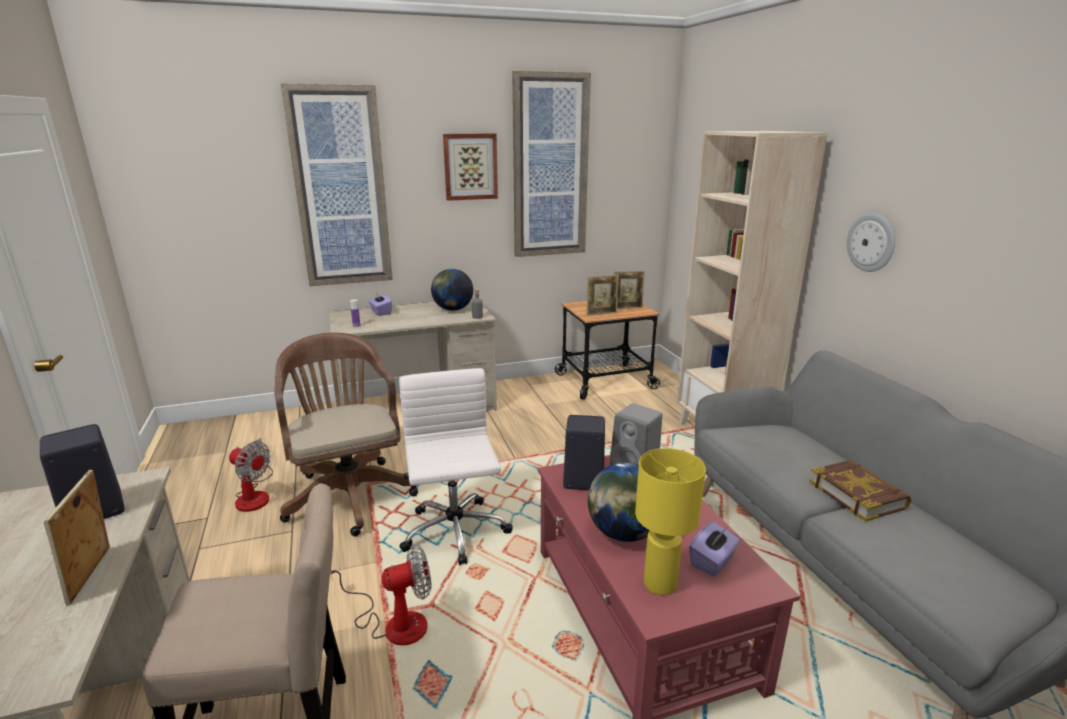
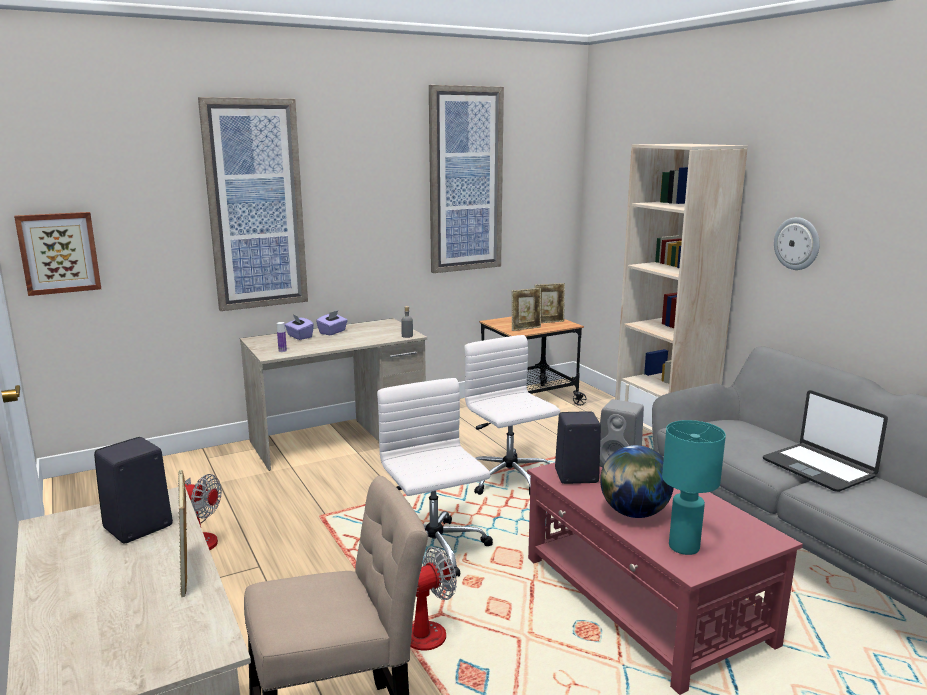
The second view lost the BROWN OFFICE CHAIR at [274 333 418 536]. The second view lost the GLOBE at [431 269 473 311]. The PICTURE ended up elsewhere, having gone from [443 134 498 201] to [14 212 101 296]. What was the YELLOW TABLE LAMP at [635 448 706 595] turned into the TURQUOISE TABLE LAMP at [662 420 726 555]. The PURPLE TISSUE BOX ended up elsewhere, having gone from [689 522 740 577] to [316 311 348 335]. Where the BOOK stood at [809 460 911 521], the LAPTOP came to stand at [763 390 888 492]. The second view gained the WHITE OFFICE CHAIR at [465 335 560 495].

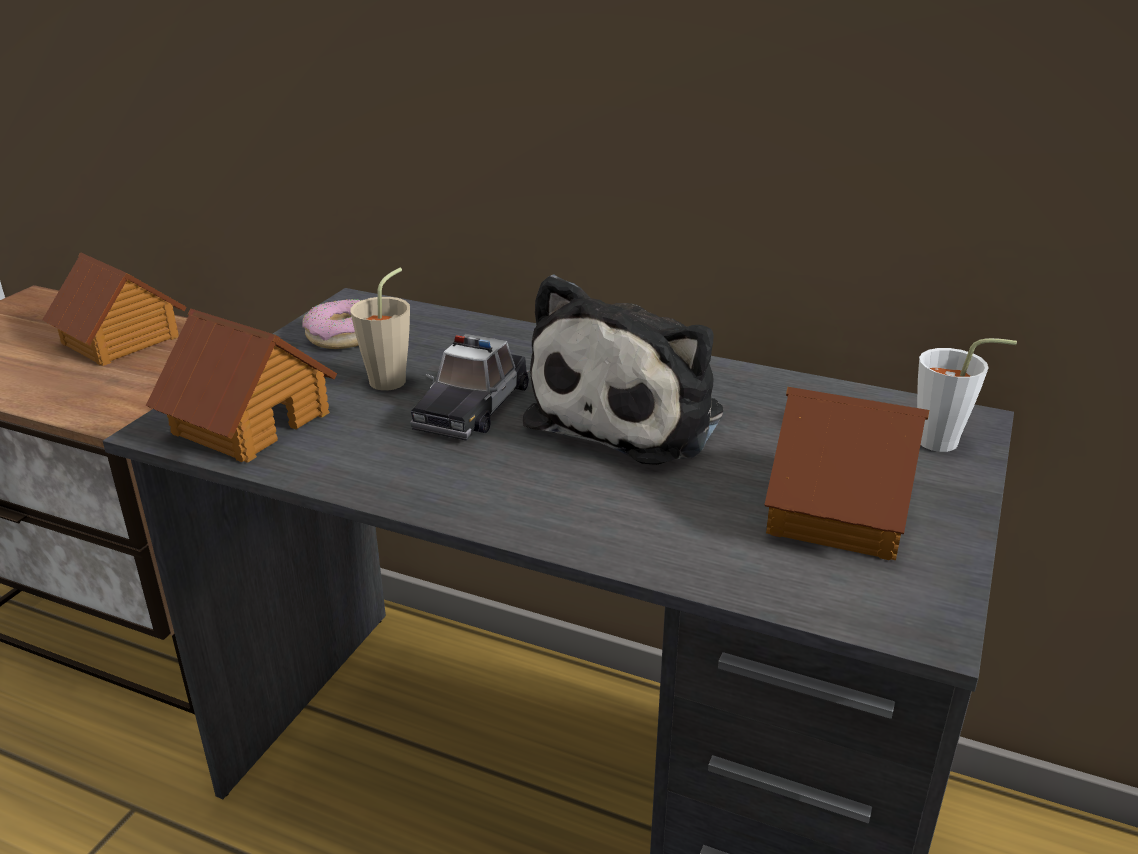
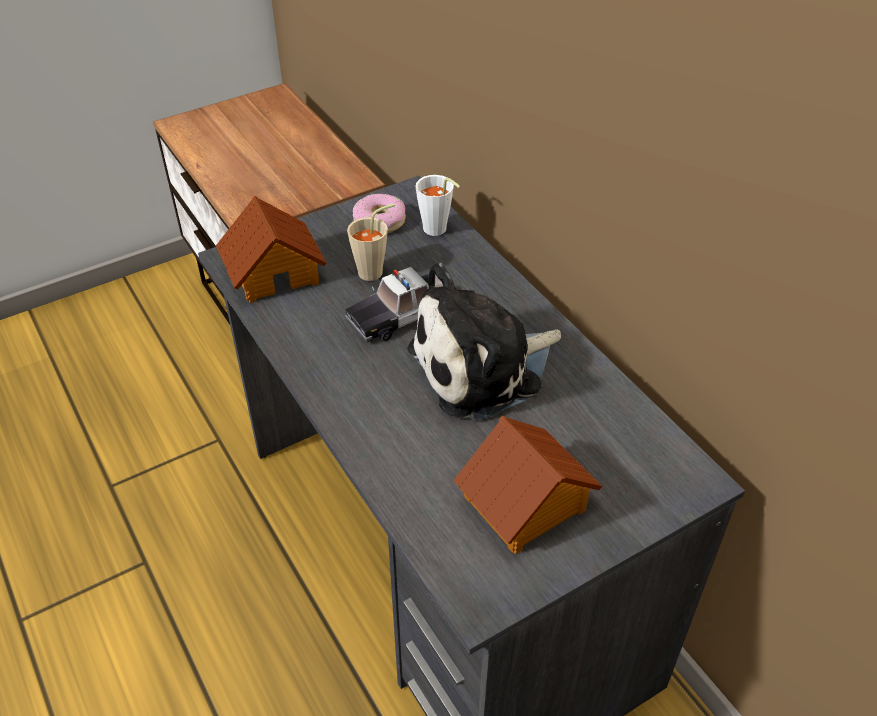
The second view lost the TOY HOUSE at [42 252 187 366]. The WHITE CUP ended up elsewhere, having gone from [917 338 1017 452] to [415 175 460 236].

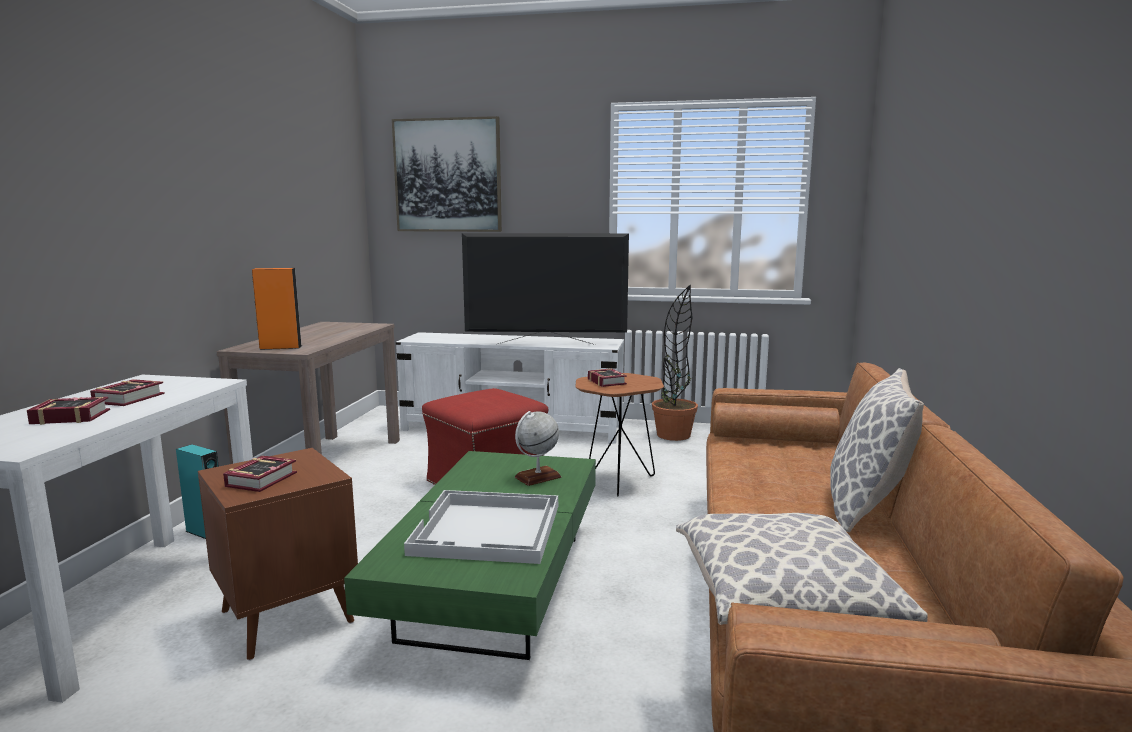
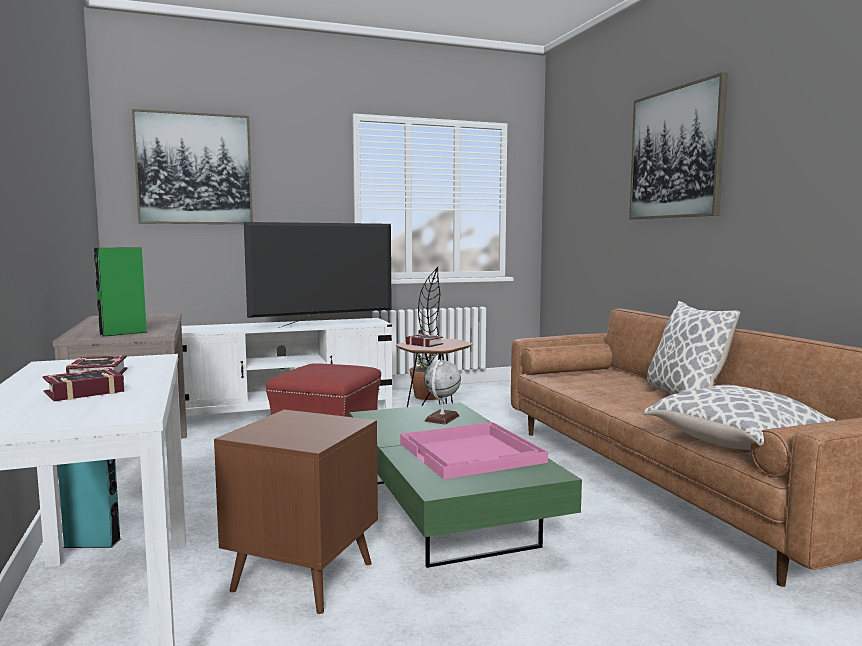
The second view lost the BOOK at [223 455 297 492]. What was the ORANGE SPEAKER at [252 268 302 350] turned into the GREEN SPEAKER at [94 247 148 337]. What was the WHITE TRAY at [404 490 558 564] turned into the PINK TRAY at [400 422 548 479]. The second view gained the PICTURE at [629 73 728 219].

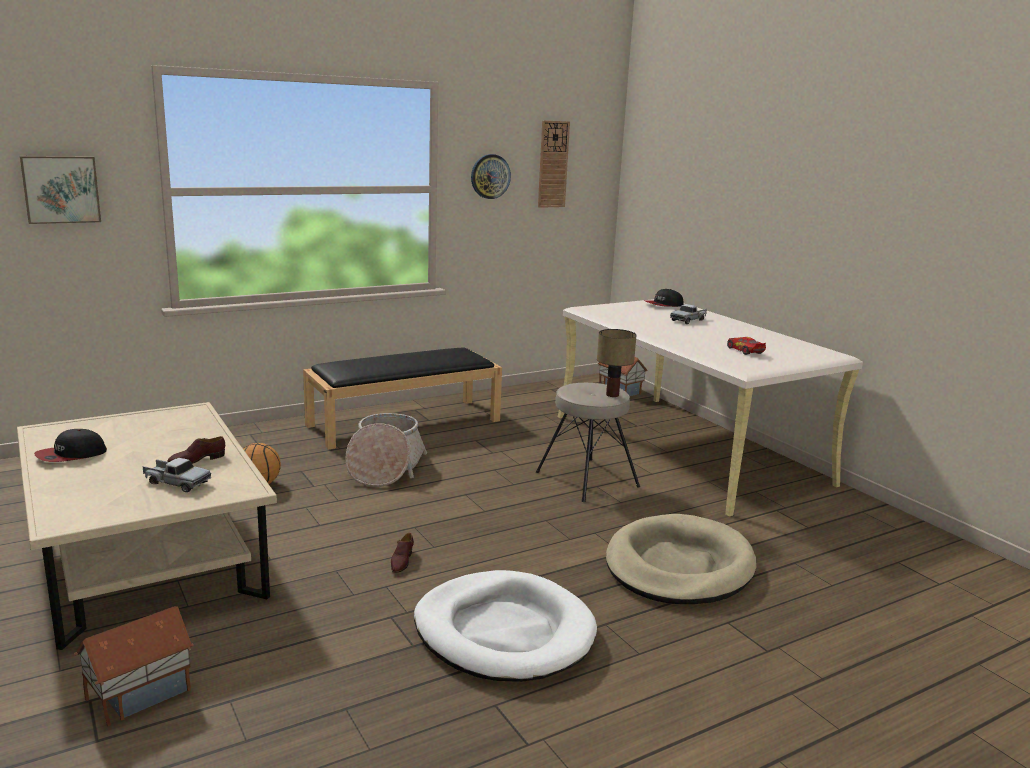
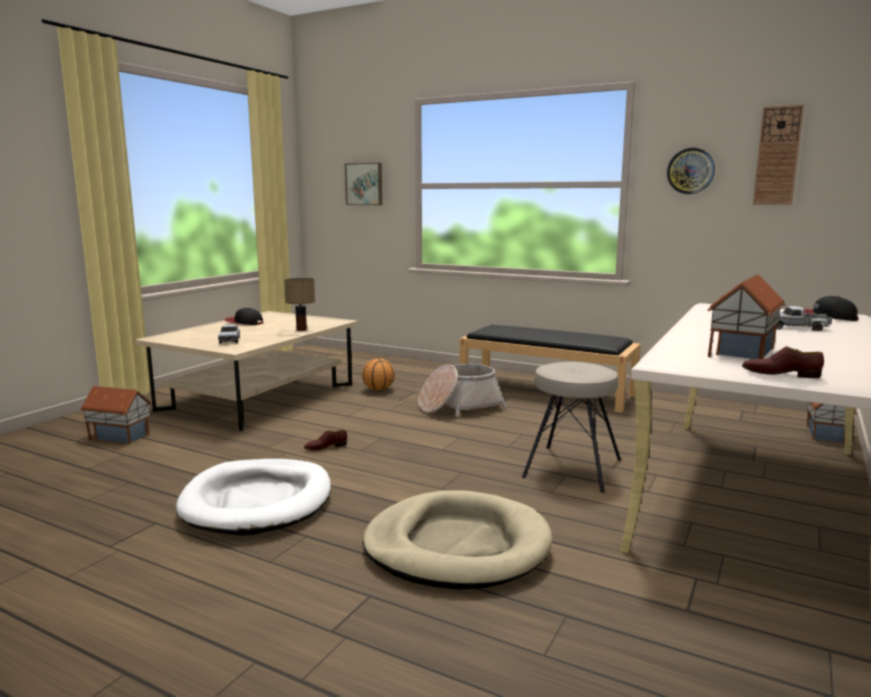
The BROWN SHOE ended up elsewhere, having gone from [167 436 225 464] to [742 346 824 378]. The TABLE LAMP ended up elsewhere, having gone from [597 329 637 397] to [284 278 315 331]. Where the TOY CAR stood at [727 337 766 355], the TOY HOUSE came to stand at [708 274 786 359].

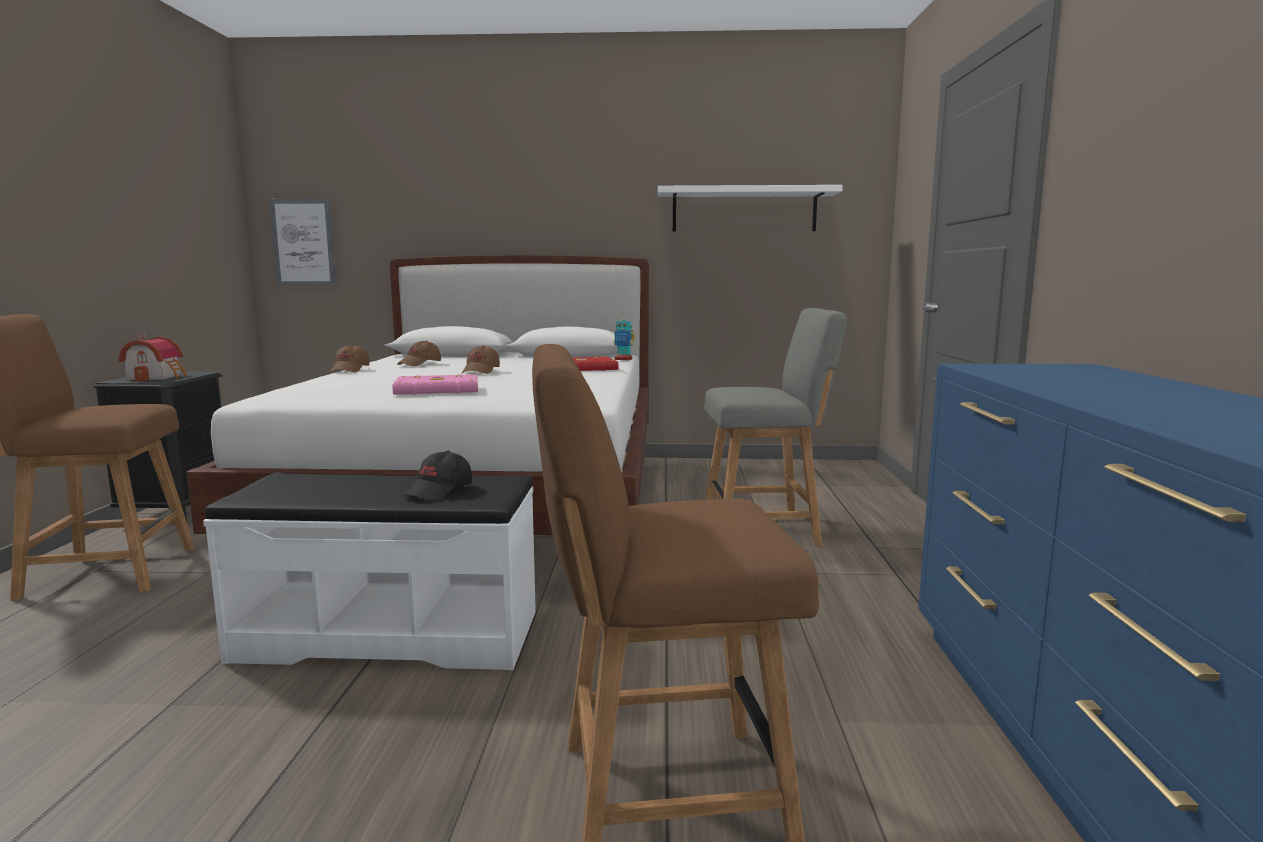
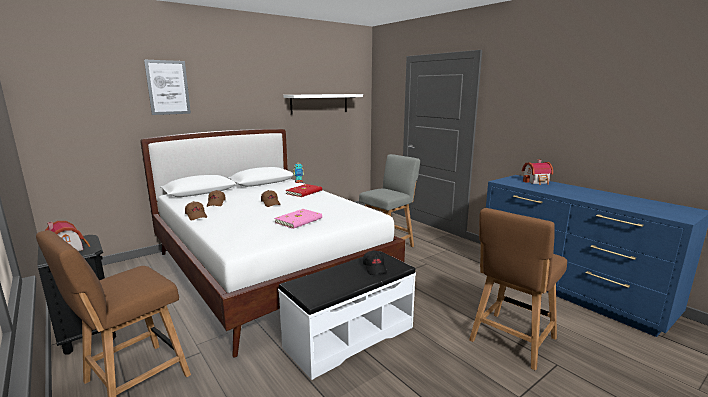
The PICTURE ended up elsewhere, having gone from [269 199 336 286] to [144 60 191 115]. The second view gained the TOY HOUSE at [522 159 553 185].

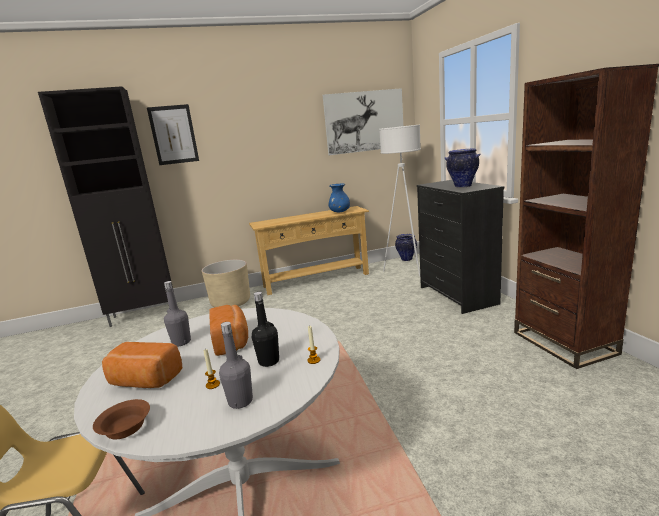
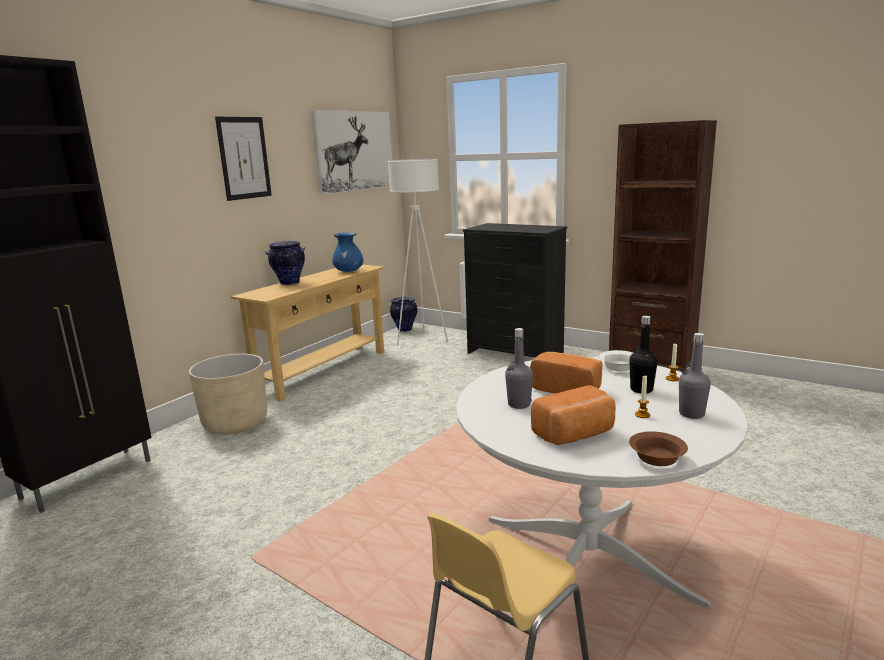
The PICTURE ended up elsewhere, having gone from [147 104 199 165] to [215 117 272 201]. The VASE ended up elsewhere, having gone from [445 148 481 188] to [265 241 305 285]. The second view gained the WHITE BOWL at [599 350 633 371].

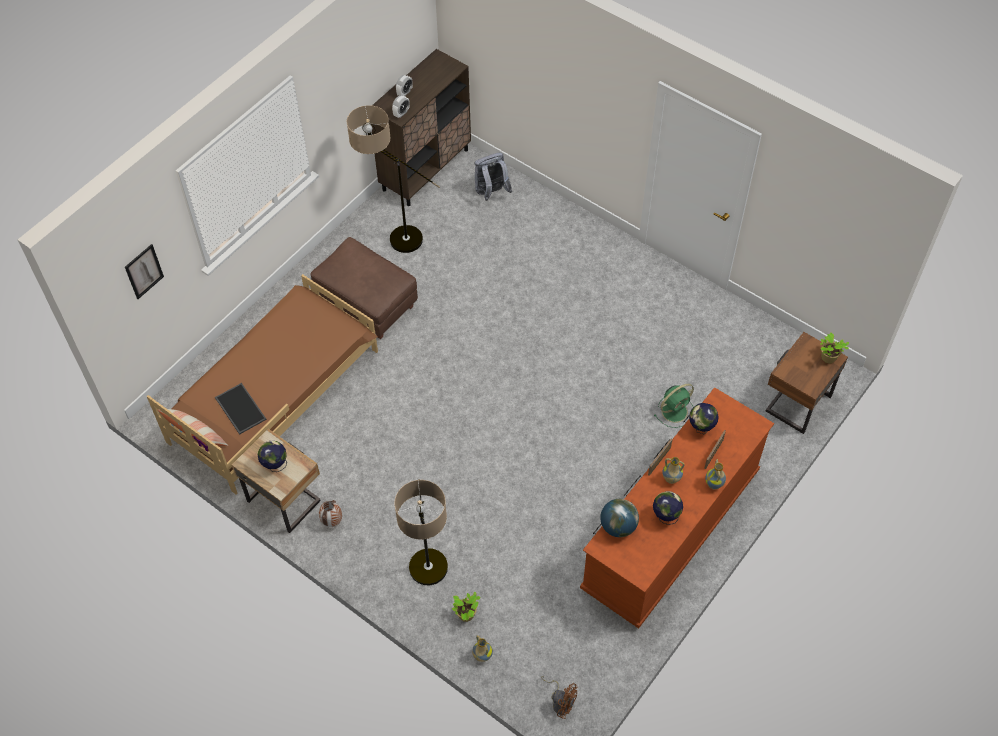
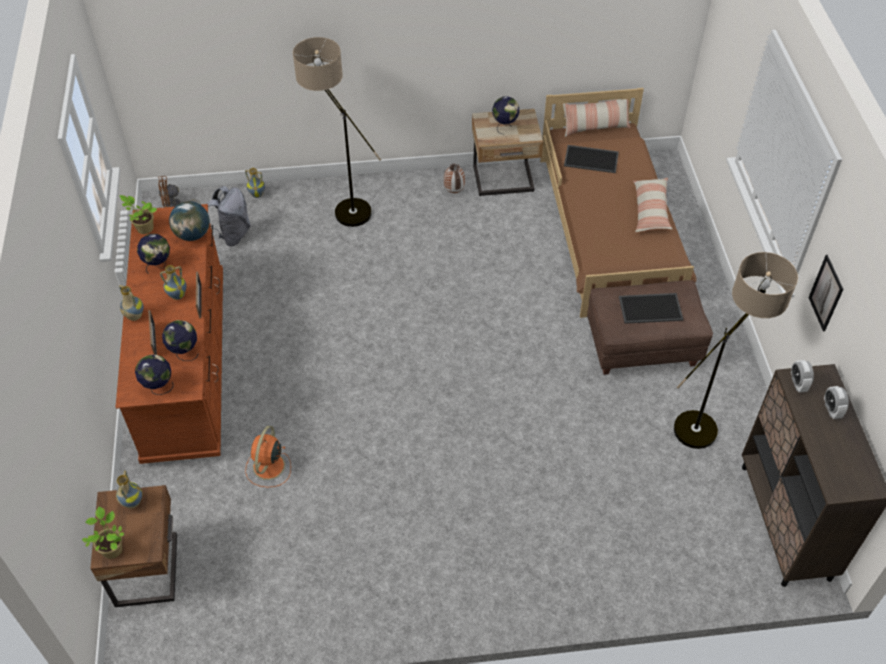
The PICTURE ended up elsewhere, having gone from [125 244 164 299] to [808 255 843 331]. The POTTED PLANT ended up elsewhere, having gone from [452 592 481 622] to [120 195 157 234]. The GREY BACKPACK ended up elsewhere, having gone from [474 153 512 201] to [206 186 251 246]. What was the GREEN FAN at [654 384 694 428] turned into the ORANGE FAN at [245 426 291 488]. The second view gained the VASE at [116 471 142 509]. The second view gained the GLOBE at [135 354 174 395]. The second view gained the TRAY at [619 293 683 324]. The second view gained the PILLOW at [633 178 672 232].

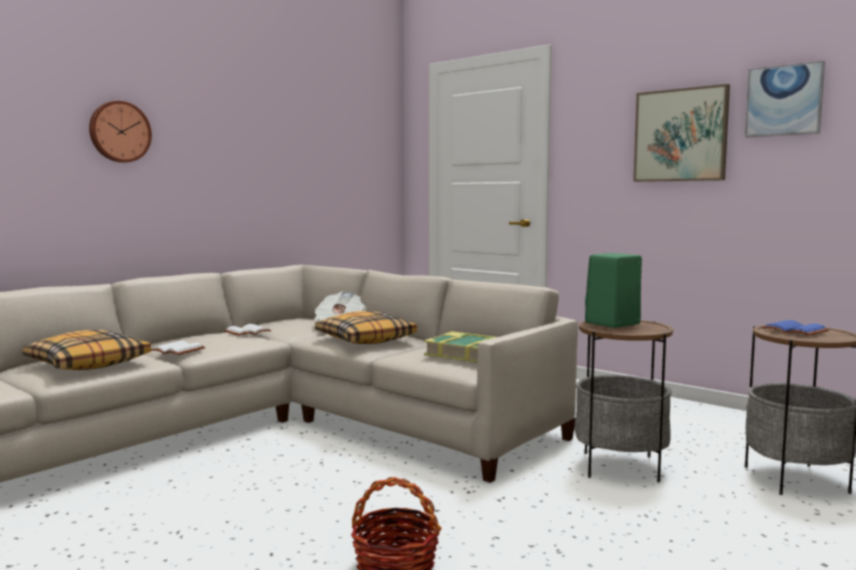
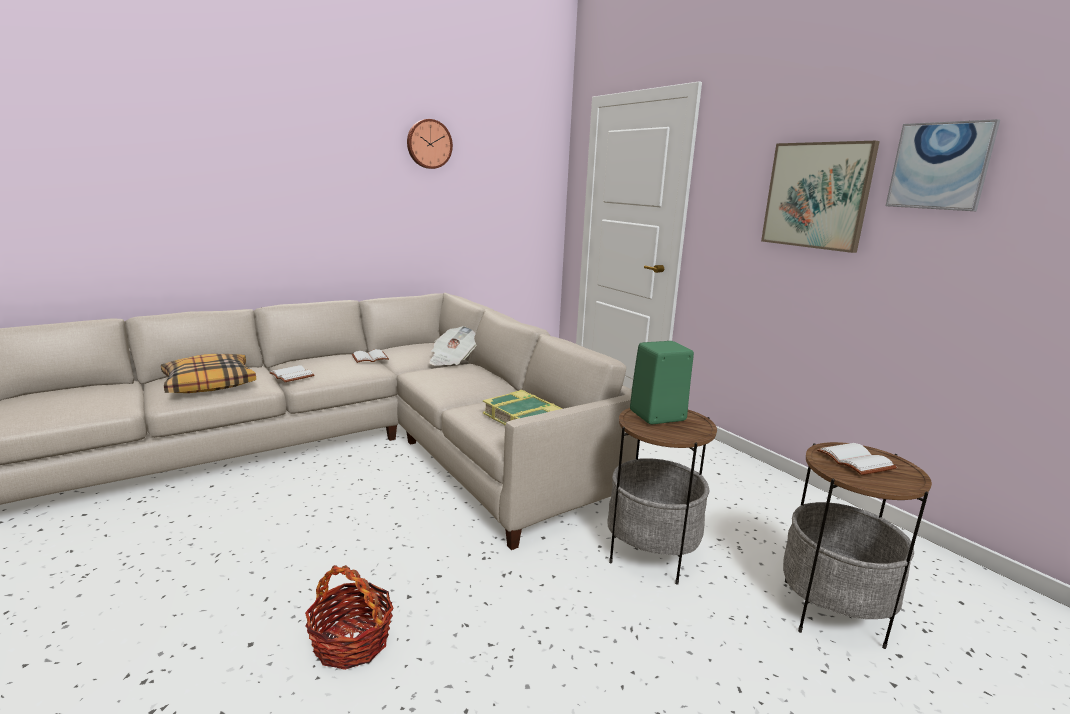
The WALL CLOCK ended up elsewhere, having gone from [89 101 152 163] to [407 119 453 169]. The second view lost the PILLOW at [315 311 417 344]. What was the BLUE BOOK at [762 320 829 336] turned into the WHITE BOOK at [817 443 897 475].

